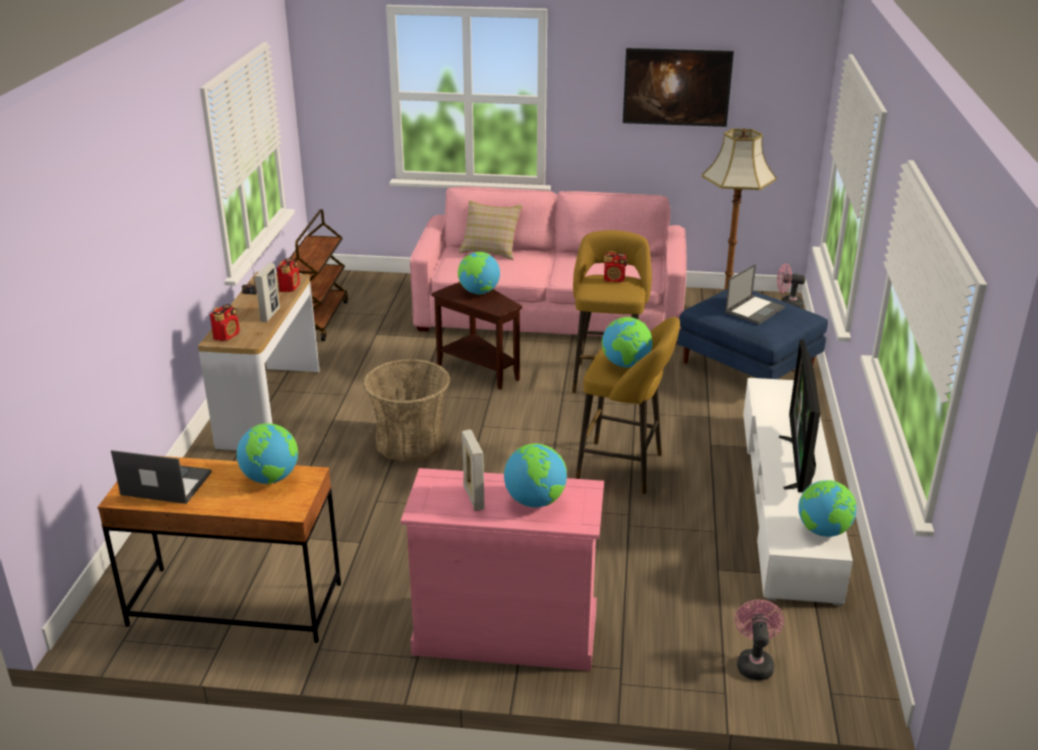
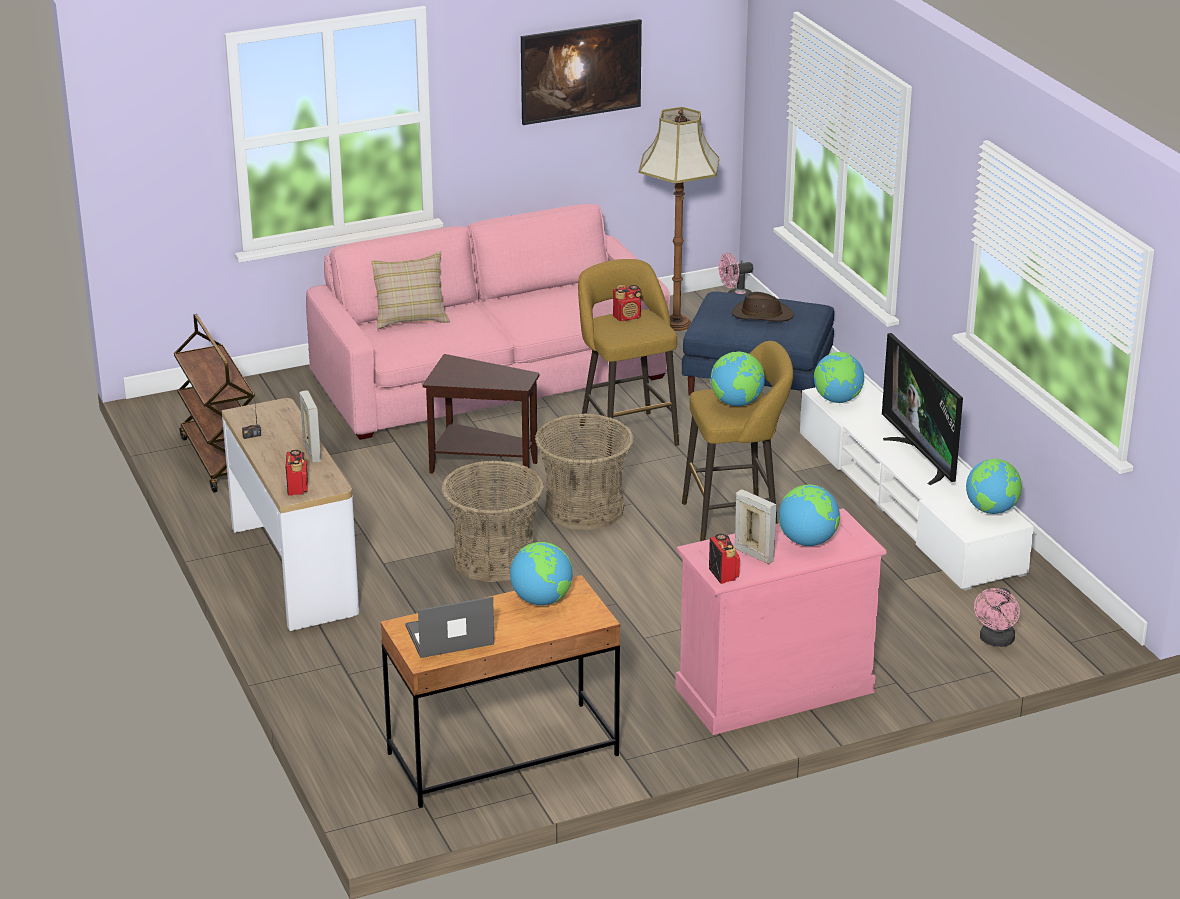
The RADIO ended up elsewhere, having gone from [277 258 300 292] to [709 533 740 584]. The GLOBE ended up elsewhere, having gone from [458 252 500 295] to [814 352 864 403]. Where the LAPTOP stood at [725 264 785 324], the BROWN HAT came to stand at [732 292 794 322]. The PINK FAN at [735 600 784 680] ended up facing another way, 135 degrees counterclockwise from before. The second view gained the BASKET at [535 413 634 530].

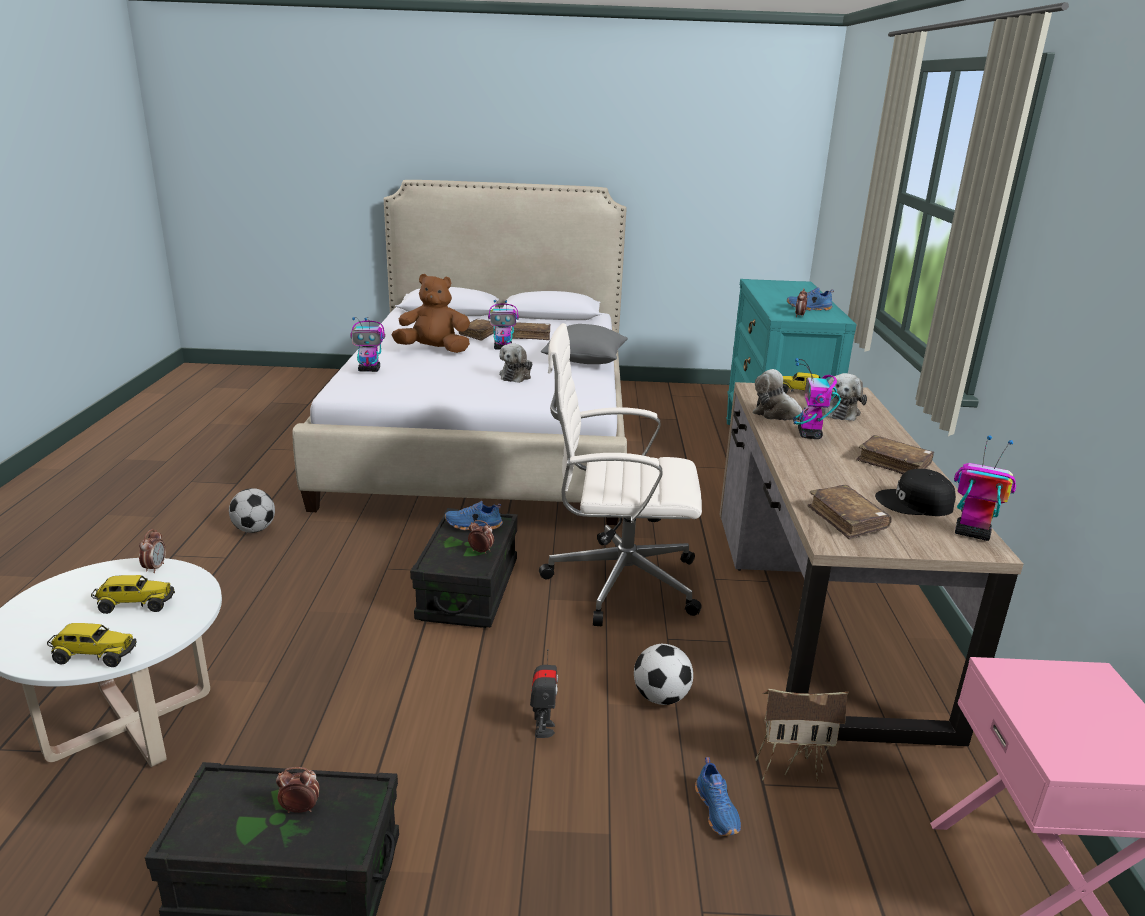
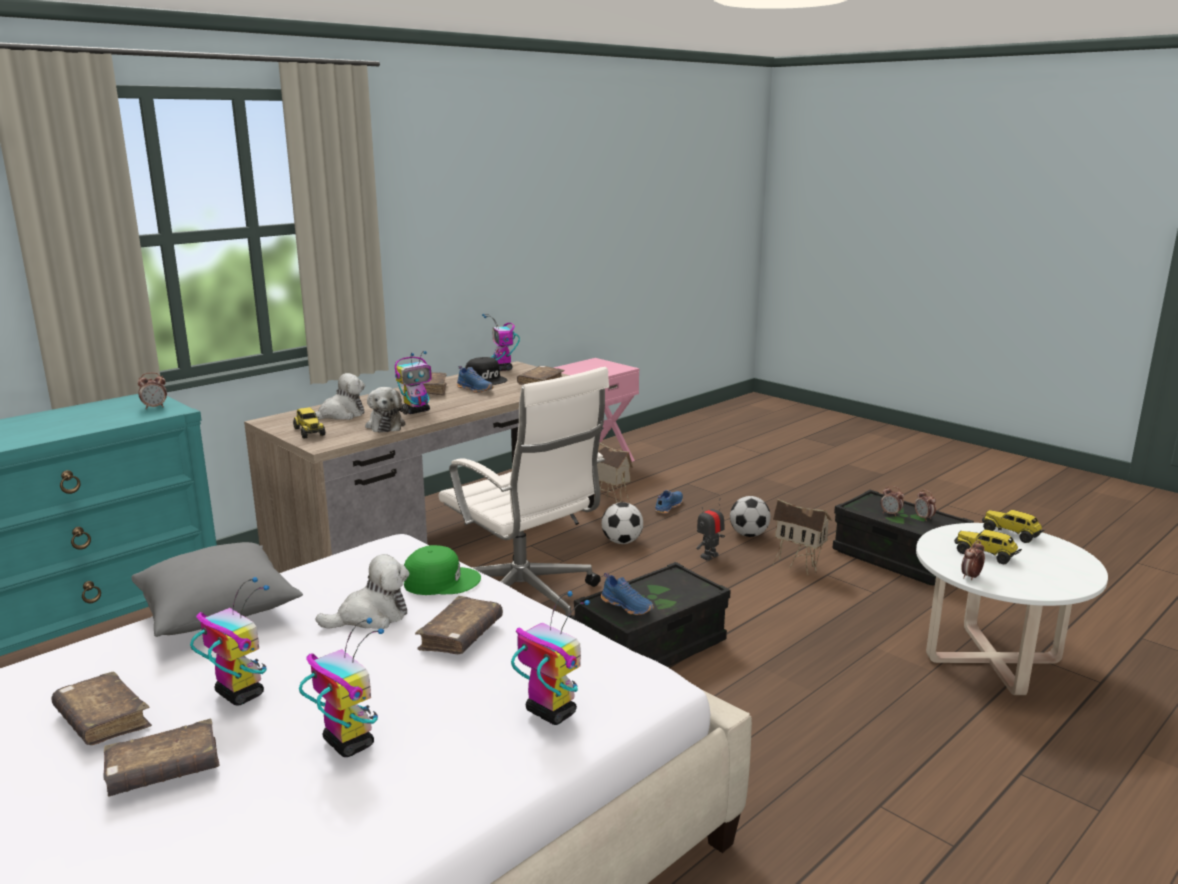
The FOOTBALL ended up elsewhere, having gone from [229 488 275 533] to [730 496 770 537]. Where the BROWN PLUSH TOY stood at [391 274 470 353], the TOY ROBOT came to stand at [299 618 384 757]. The ALARM CLOCK ended up elsewhere, having gone from [468 520 494 554] to [914 490 936 521]. The BLUE SHOE ended up elsewhere, having gone from [787 287 834 311] to [457 366 493 393]. The second view gained the GREEN CAP at [404 545 481 595]. The second view gained the BROWN BOOK at [415 596 503 654]. The second view gained the TOY HOUSE at [772 499 832 576].

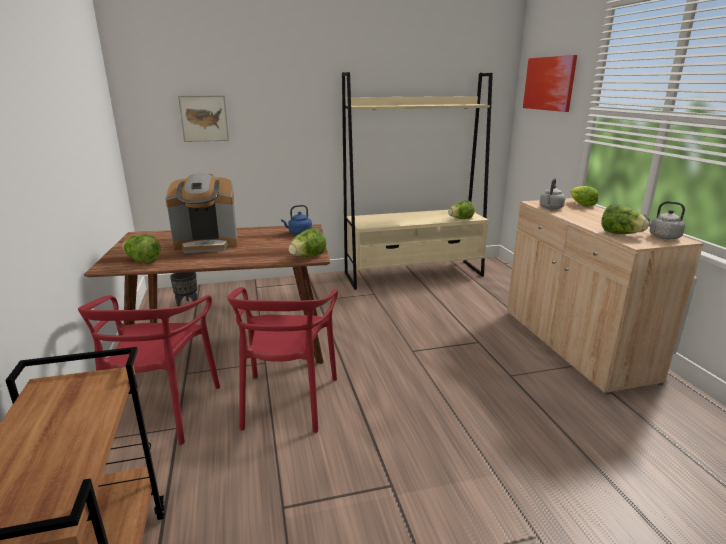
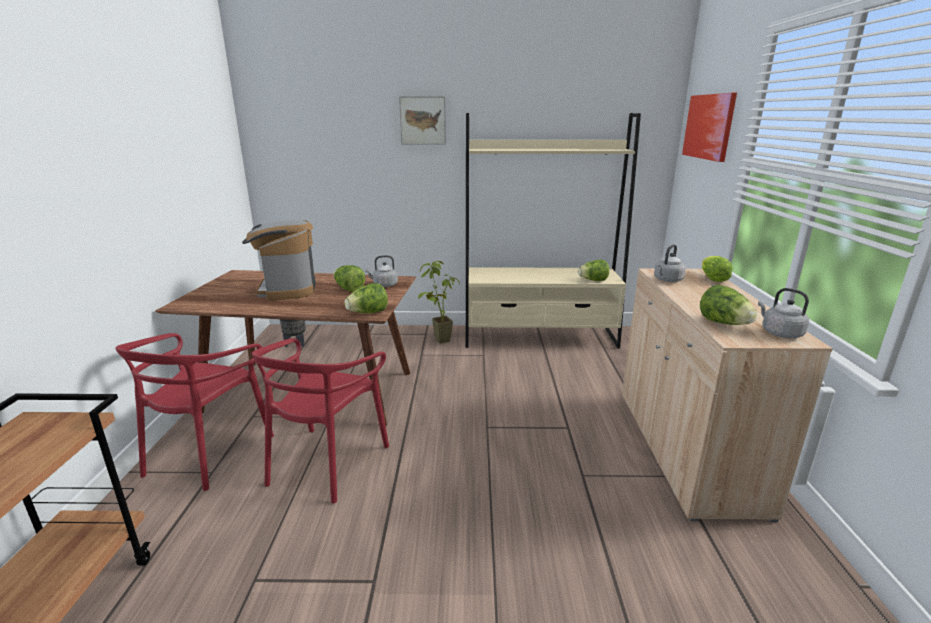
The LETTUCE ended up elsewhere, having gone from [123 235 161 264] to [334 265 365 292]. The COFFEE MACHINE at [166 173 238 253] ended up facing another way, 75 degrees clockwise from before. The PICTURE ended up elsewhere, having gone from [178 95 229 142] to [399 96 446 145]. What was the BLUE KETTLE at [281 205 312 235] turned into the GREY KETTLE at [365 255 398 287]. The second view gained the POTTED PLANT at [418 261 460 344].

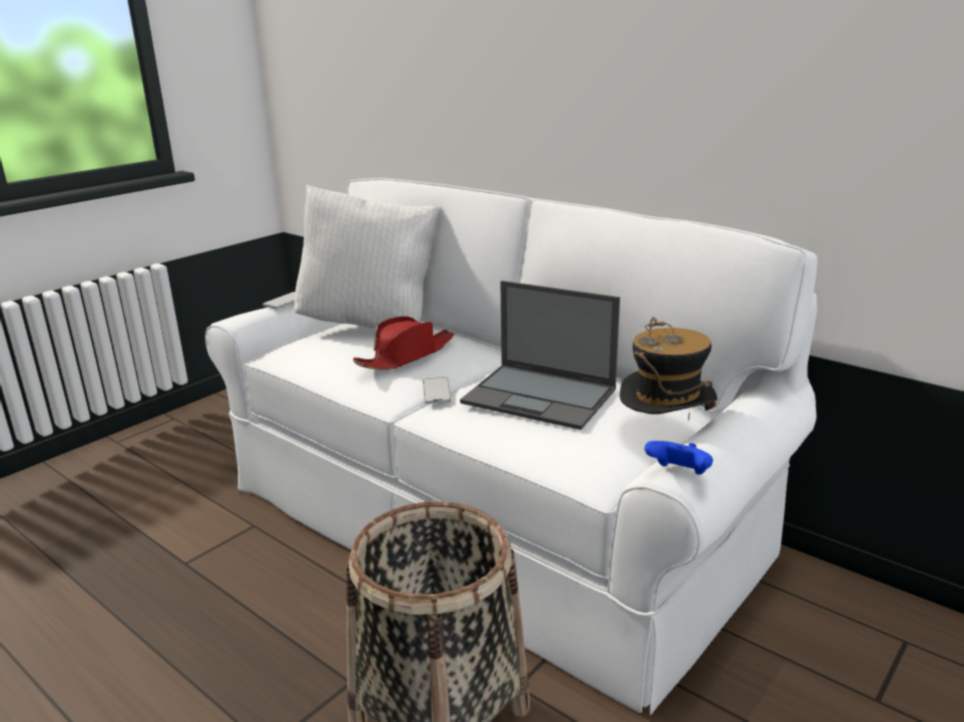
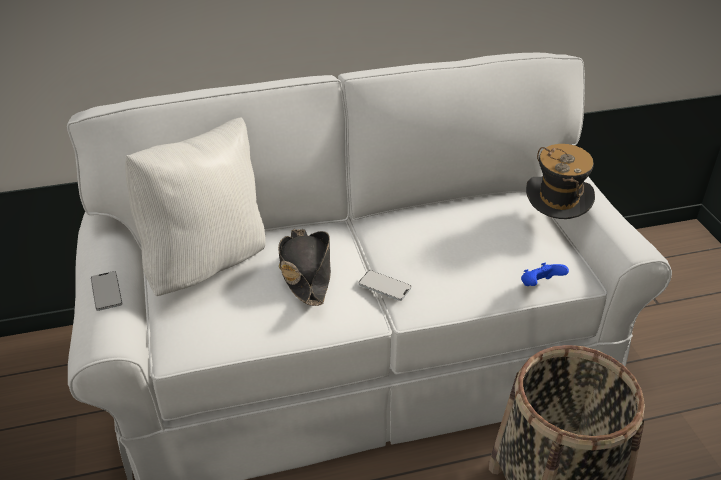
What was the RED HAT at [353 316 454 370] turned into the BLACK HAT at [278 229 331 306]. The second view lost the LAPTOP at [460 281 620 430]. The BLUE GAME CONTROLLER ended up elsewhere, having gone from [645 441 713 475] to [521 262 569 286].

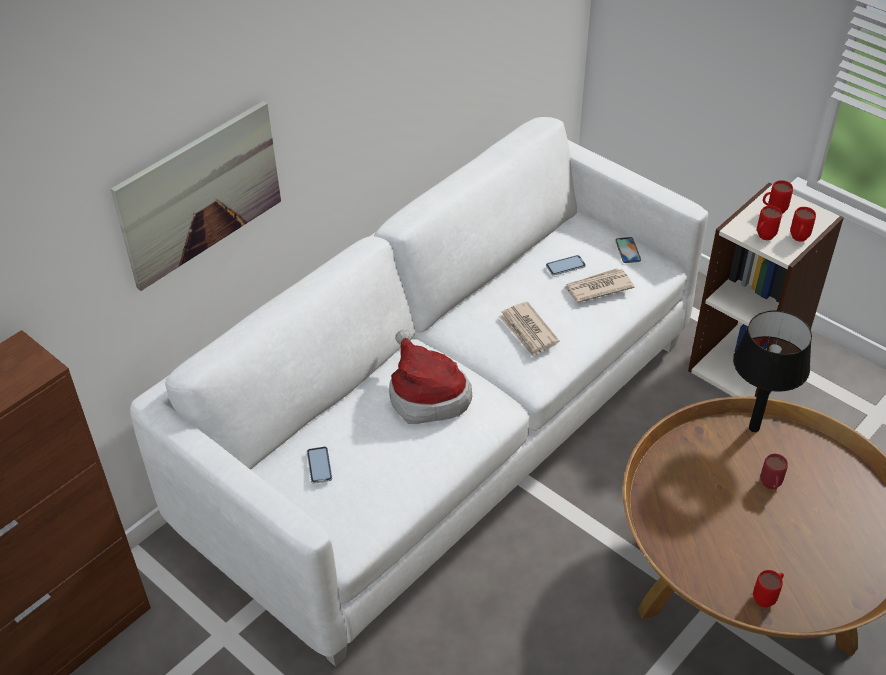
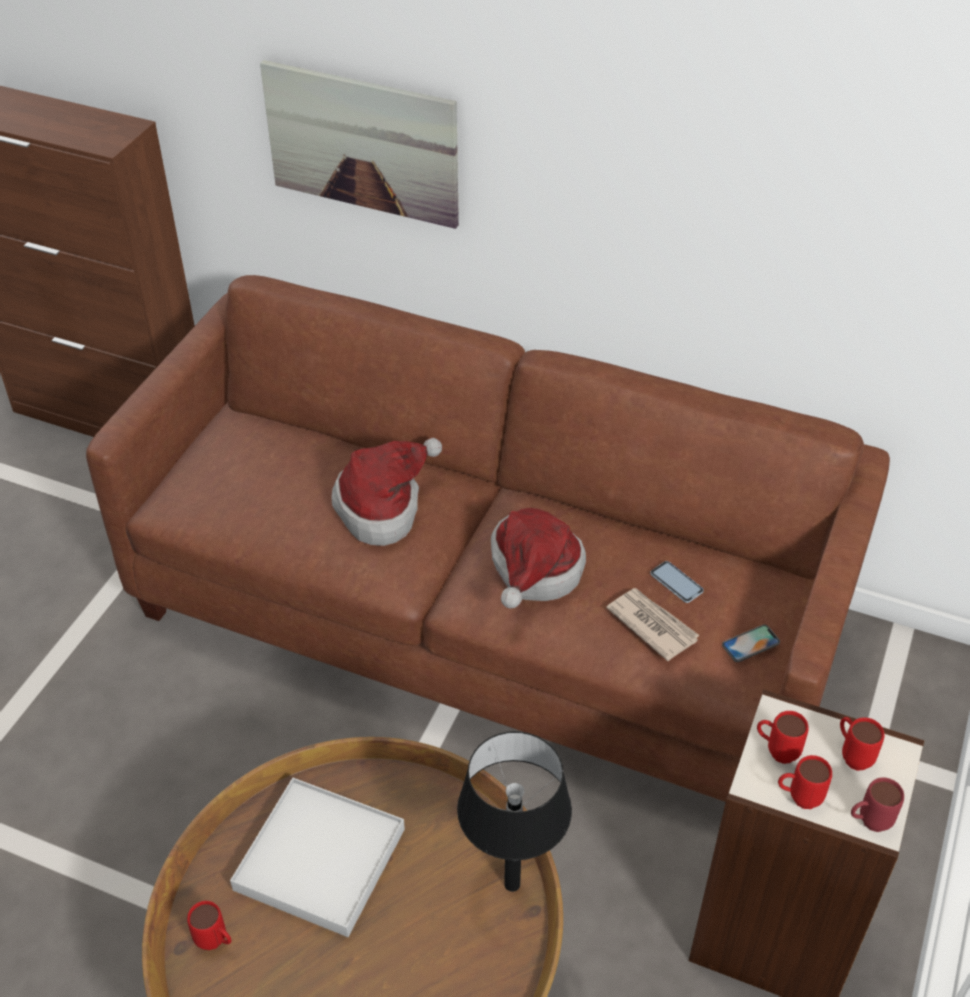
What was the WHITE SOFA at [130 117 708 667] turned into the BROWN SOFA at [86 275 890 802]. The second view lost the PHONE at [307 446 332 484]. Where the NEWSPAPER stood at [498 301 559 357], the HAT came to stand at [491 508 586 608]. The RED MUG ended up elsewhere, having gone from [760 454 788 489] to [851 778 904 832]. The second view gained the WHITE TRAY at [230 778 405 937].

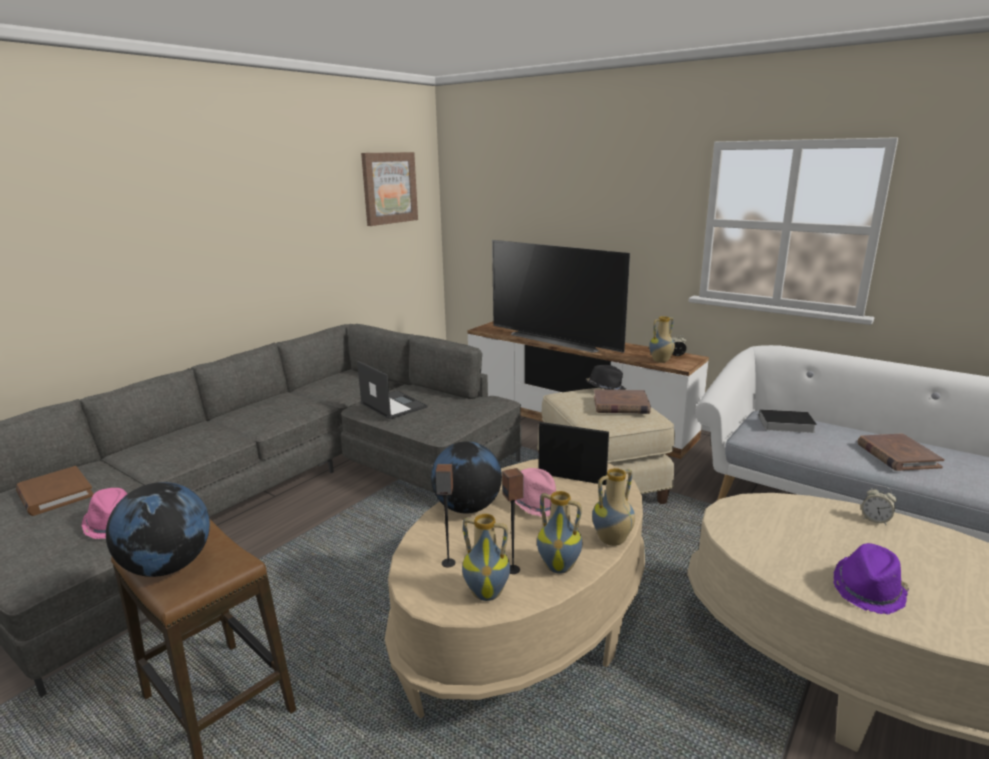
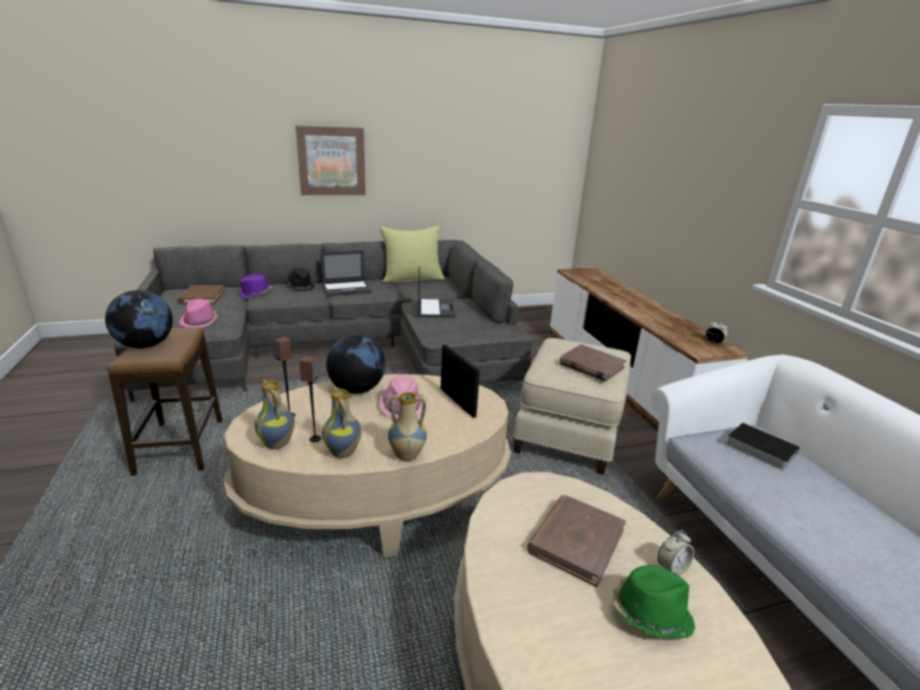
The PICTURE ended up elsewhere, having gone from [361 152 418 226] to [296 126 366 195]. The second view lost the TELEVISION at [492 240 630 353]. The BLACK HAT ended up elsewhere, having gone from [586 365 626 390] to [286 268 315 291]. The second view lost the VASE at [649 316 675 363]. The PURPLE HAT ended up elsewhere, having gone from [833 543 909 614] to [239 274 272 298]. The BROWN BOOK ended up elsewhere, having gone from [858 433 945 471] to [527 495 626 587]. The ALARM CLOCK at [861 486 897 525] ended up facing another way, 105 degrees counterclockwise from before. The second view gained the LAPTOP at [321 250 371 296]. The second view gained the YELLOW PILLOW at [379 225 445 283]. The second view gained the GREEN HAT at [613 565 695 639].

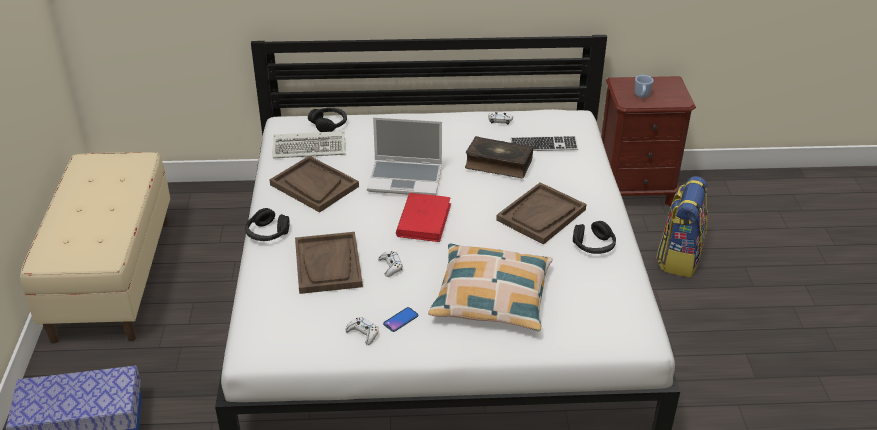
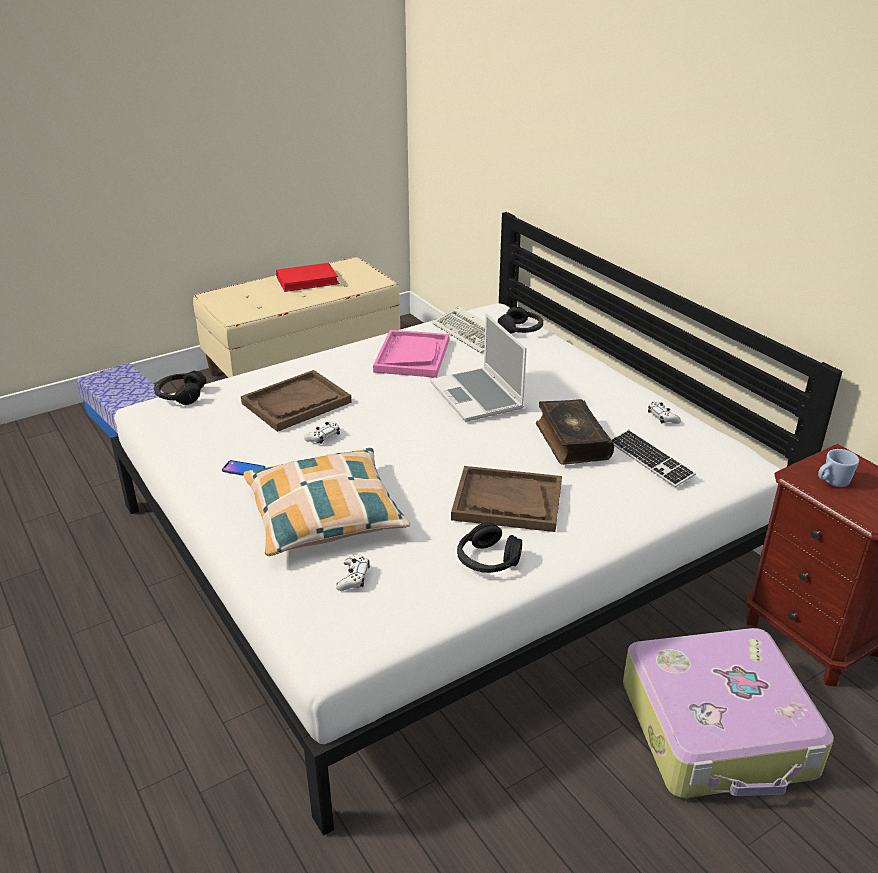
The BLACK HEADPHONES ended up elsewhere, having gone from [245 208 289 241] to [154 370 206 405]. What was the BROWN TRAY at [269 156 359 212] turned into the PINK TRAY at [373 330 449 378]. The WHITE GAME CONTROLLER ended up elsewhere, having gone from [345 317 379 345] to [336 555 370 591]. The RED BOOK ended up elsewhere, having gone from [396 193 451 242] to [276 263 340 292]. Where the BACKPACK stood at [656 176 708 278], the SUITCASE came to stand at [623 628 834 798].

